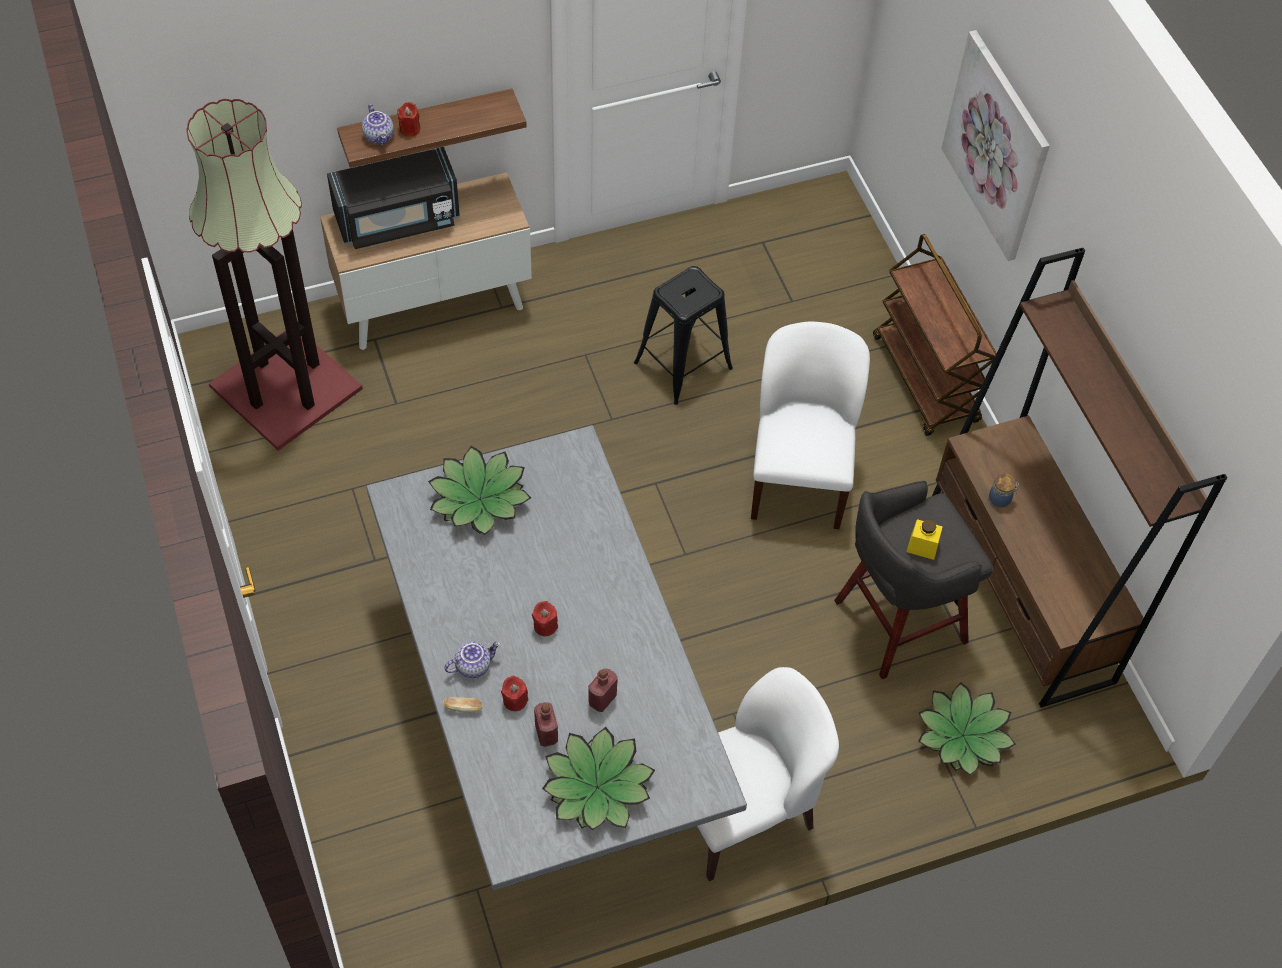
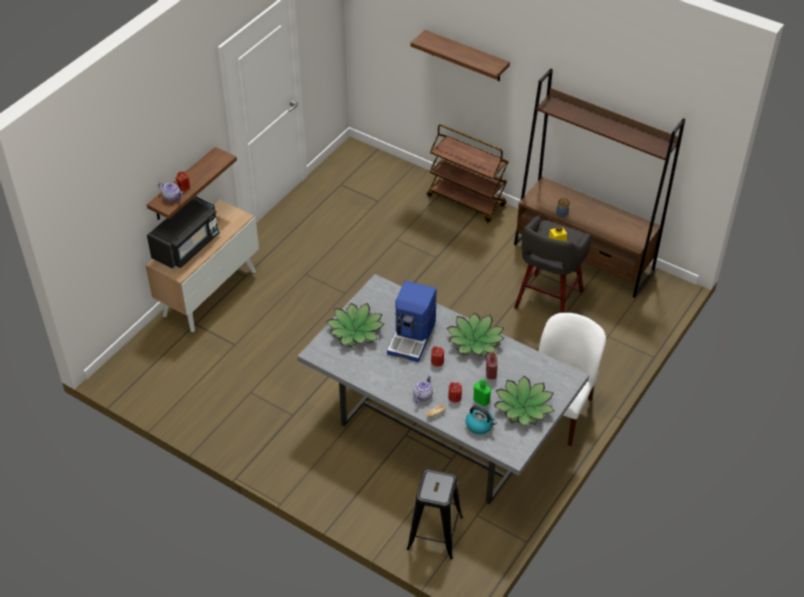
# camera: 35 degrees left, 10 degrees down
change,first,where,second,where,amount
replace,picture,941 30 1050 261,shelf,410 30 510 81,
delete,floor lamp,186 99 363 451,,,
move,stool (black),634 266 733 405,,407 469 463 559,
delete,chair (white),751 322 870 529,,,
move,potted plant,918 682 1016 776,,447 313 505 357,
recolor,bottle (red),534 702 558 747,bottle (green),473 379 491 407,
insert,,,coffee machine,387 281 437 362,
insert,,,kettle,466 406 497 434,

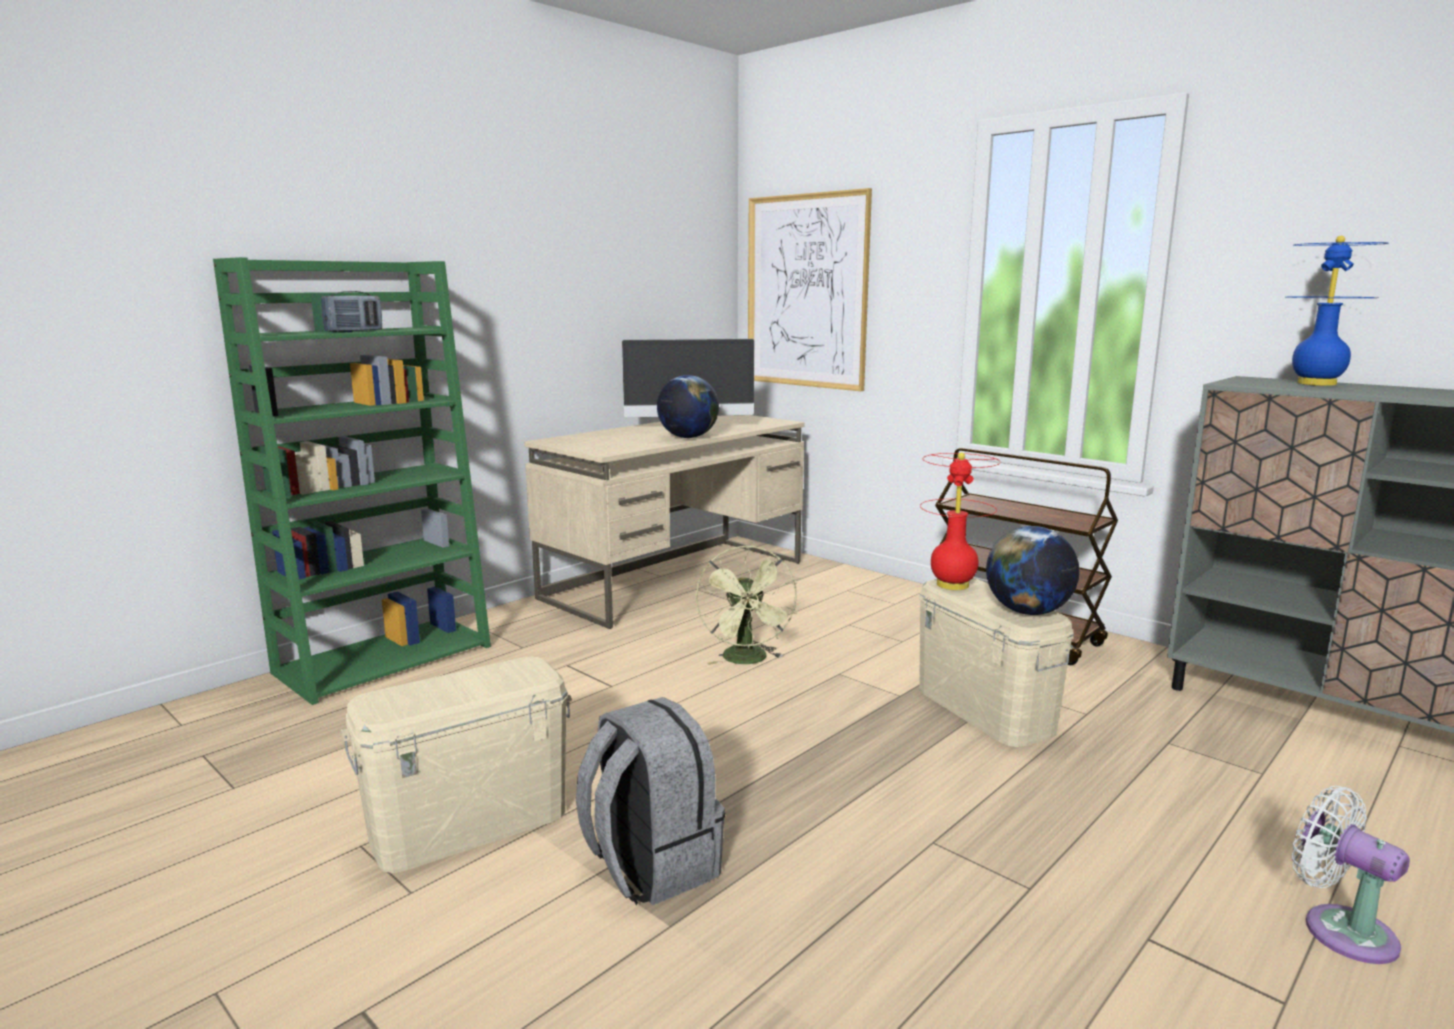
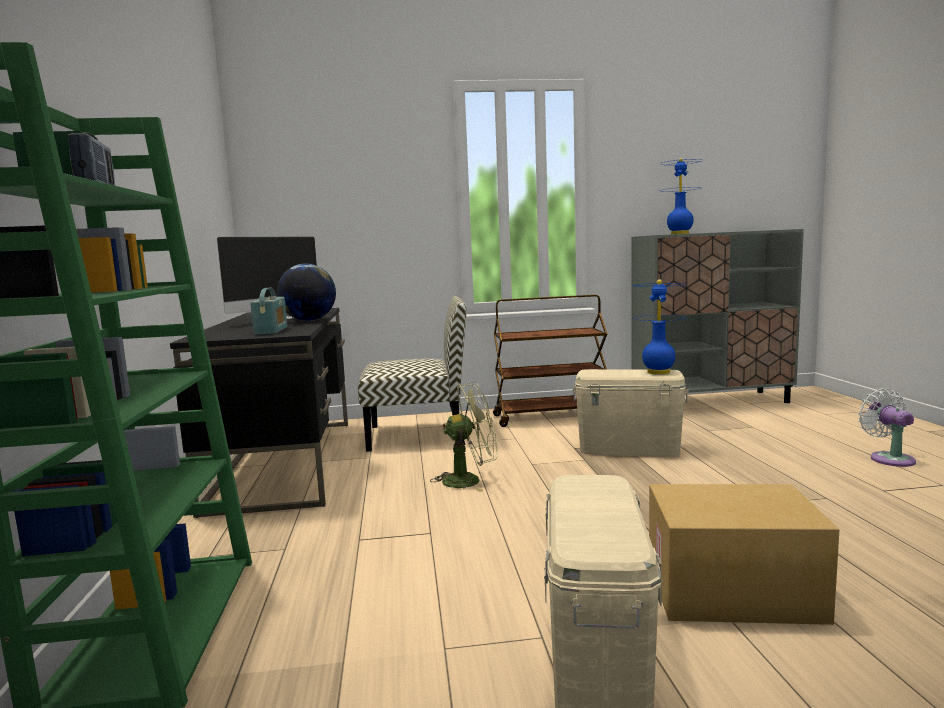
# camera: 50 degrees left, 5 degrees down
change,first,where,second,where,amount
delete,picture,748 188 872 391,,,
recolor,desk (beige),524 415 804 629,desk (black),170 308 348 518,
delete,table lamp (red),920 452 1001 590,,,
replace,globe,986 526 1080 615,table lamp (blue),633 280 686 375,
rotate,fan (green),696 546 797 665,,430 381 498 492,45 degrees counterclockwise
replace,backpack (grey),576 697 725 905,cardboard box,649 484 839 625,
rotate,fan (white),1292 786 1410 964,,858 388 916 467,75 degrees clockwise
insert,,,radio,250 288 287 335,
insert,,,chair,358 296 466 452,

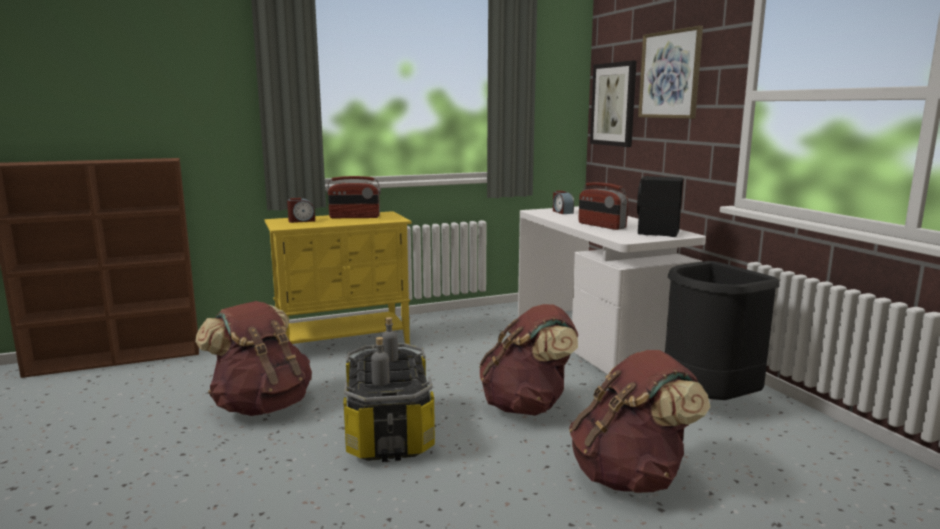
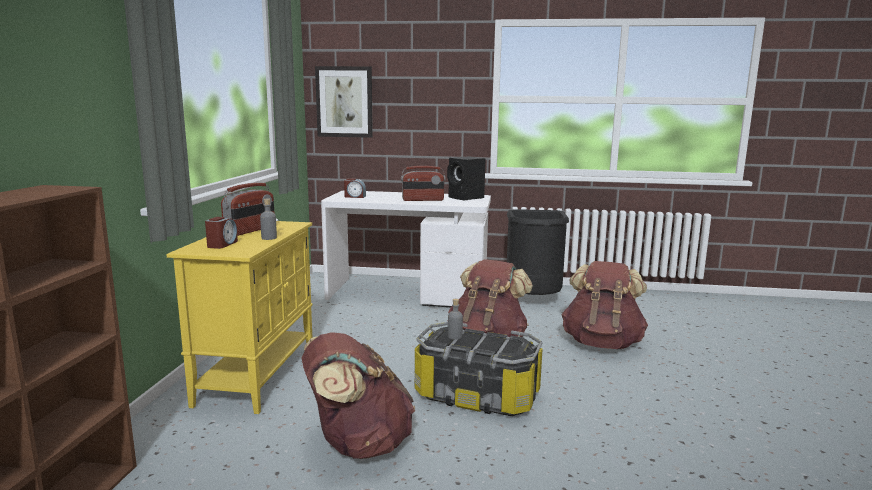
# camera: 60 degrees left, 0 degrees up
change,first,where,second,where,amount
delete,picture,638 26 703 119,,,
move,bottle (grey),371 337 390 386,,260 199 277 240,

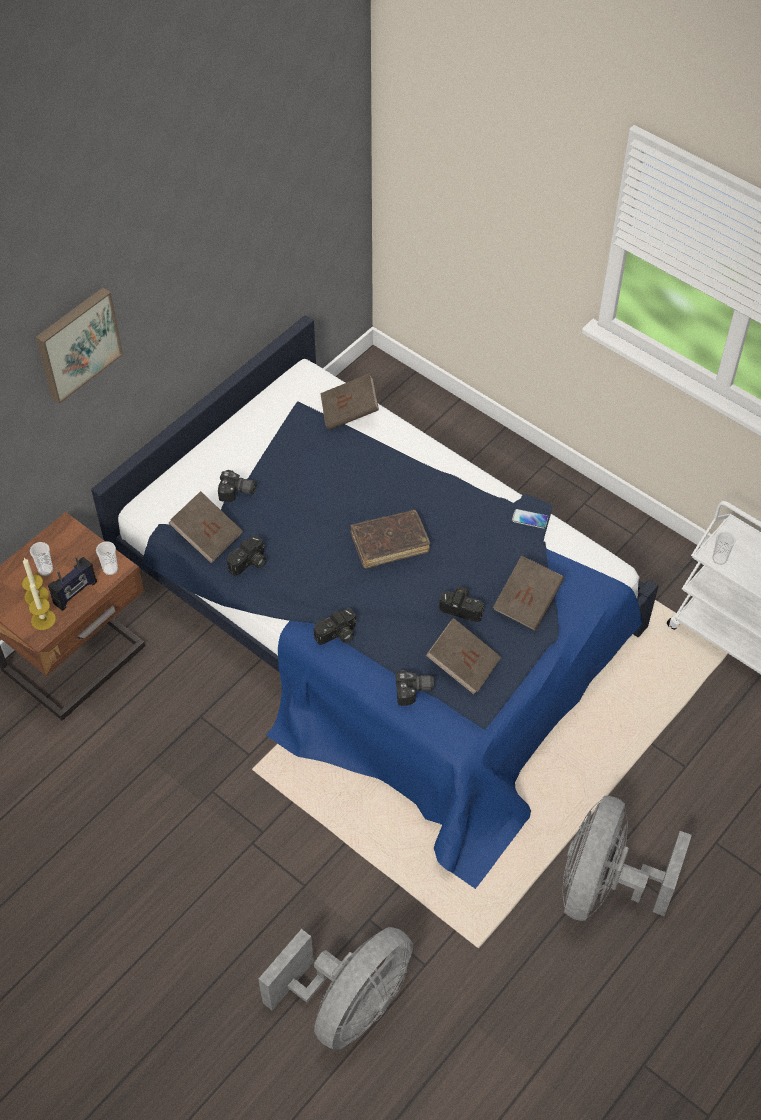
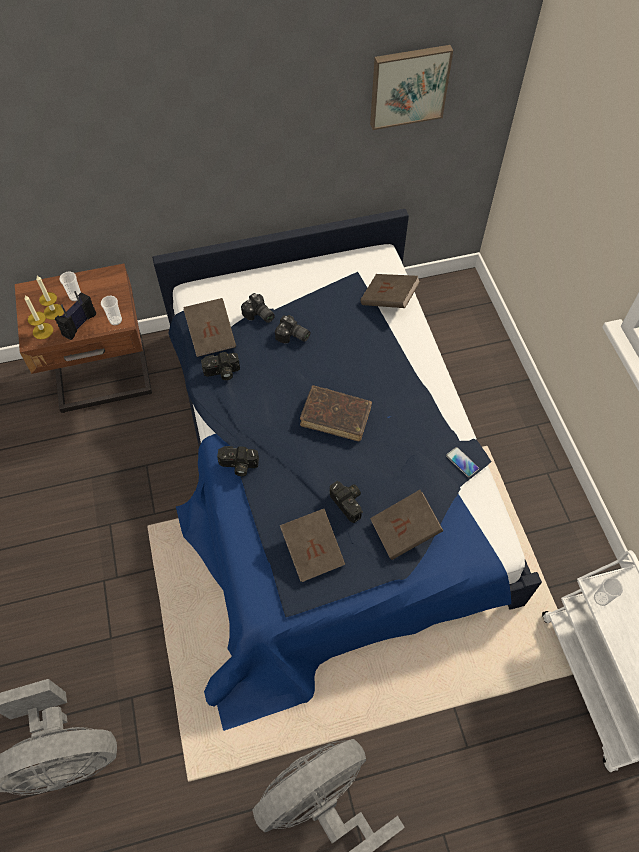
# camera: 35 degrees right, 5 degrees up
change,first,where,second,where,amount
move,picture,36 288 123 404,,370 45 453 130,
rotate,radio,48 556 97 611,,55 291 96 340,135 degrees clockwise
move,photo camera,396 670 434 706,,275 315 310 343,

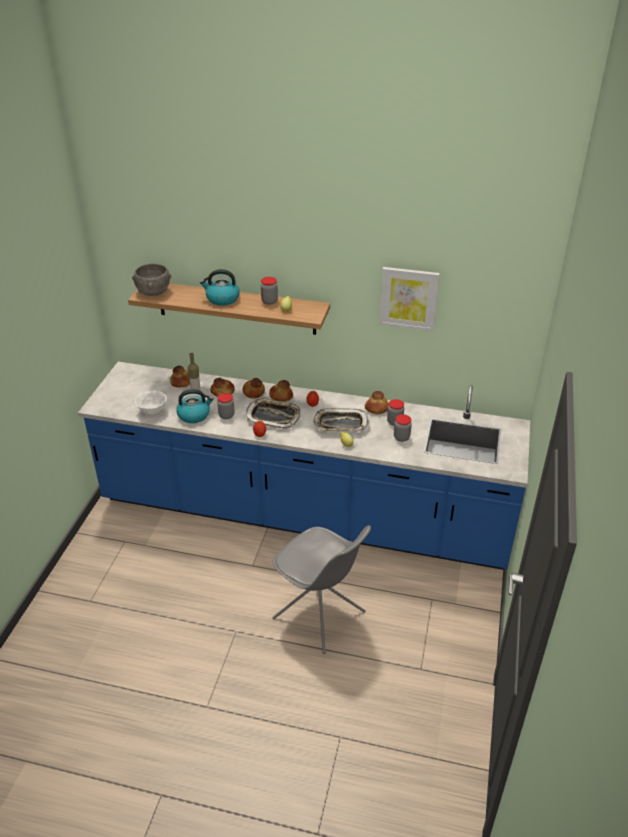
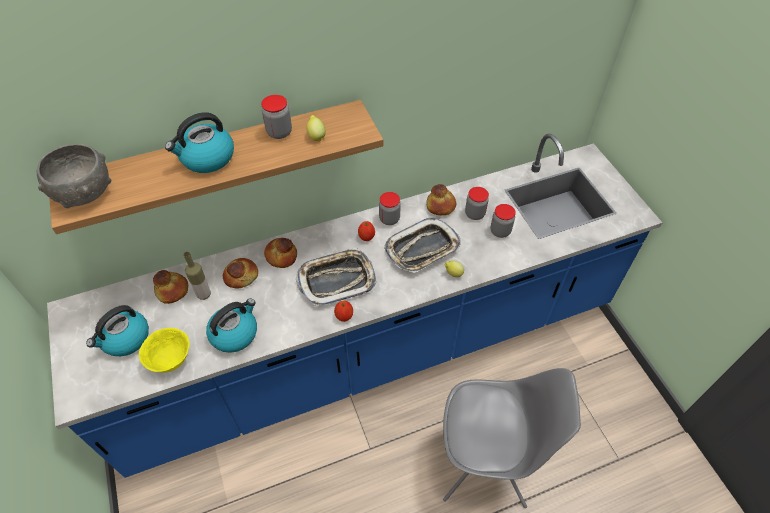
# camera: 35 degrees left, 15 degrees up
change,first,where,second,where,amount
delete,picture,379 267 440 331,,,
delete,bread,269 380 293 402,,,
recolor,bowl (white),135 391 167 415,bowl (yellow),139 328 189 373,
move,jar,217 393 235 419,,379 192 401 225,
insert,,,kettle,86 305 149 356,

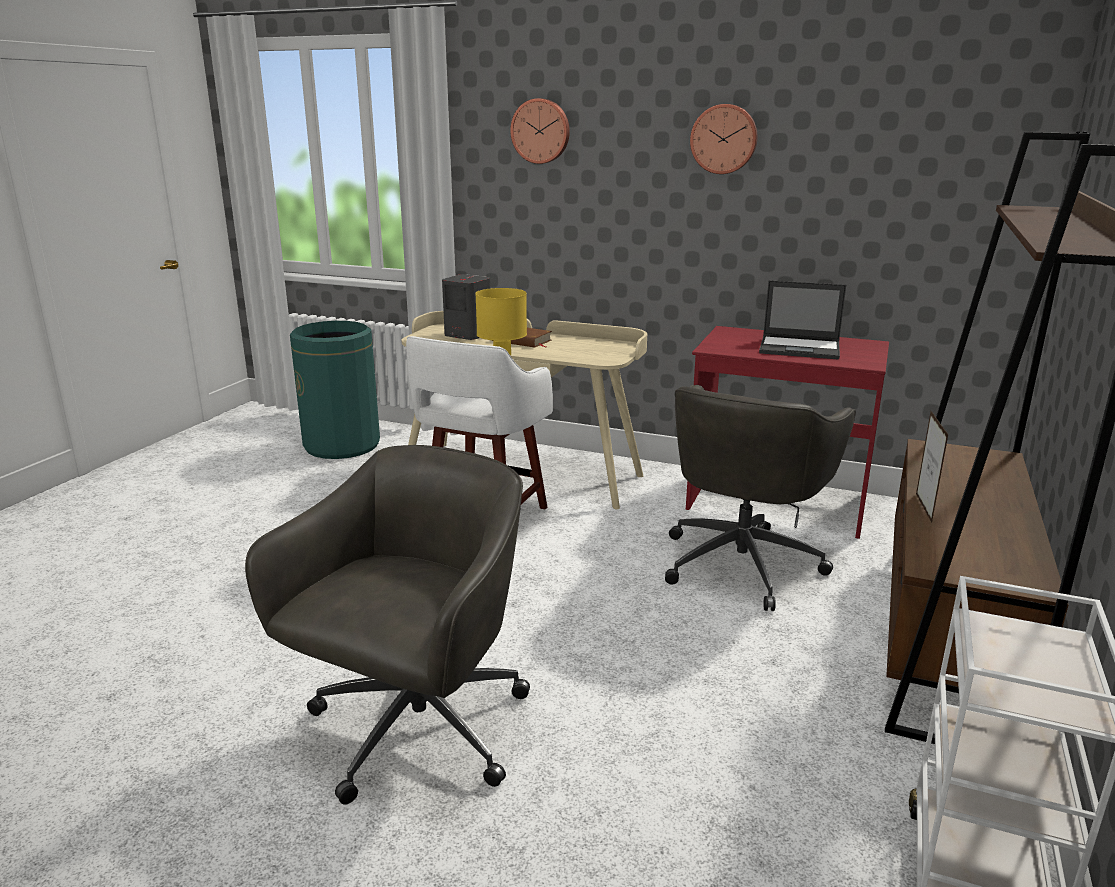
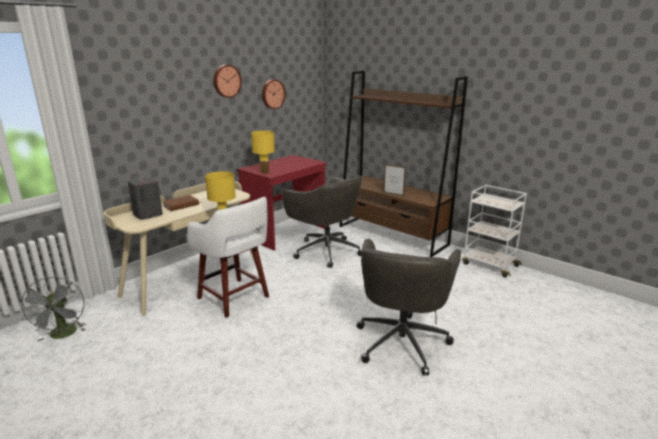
# camera: 70 degrees left, 0 degrees up
change,first,where,second,where,amount
move,wall clock,510 98 570 164,,262 79 286 109,
delete,laptop,759 280 846 360,,,
replace,trash can (green),290 321 380 459,fan (grey),19 277 85 341,
rotate,office chair (grey),245 445 530 805,,356 239 461 376,120 degrees counterclockwise
insert,,,table lamp (yellow),251 131 275 174,

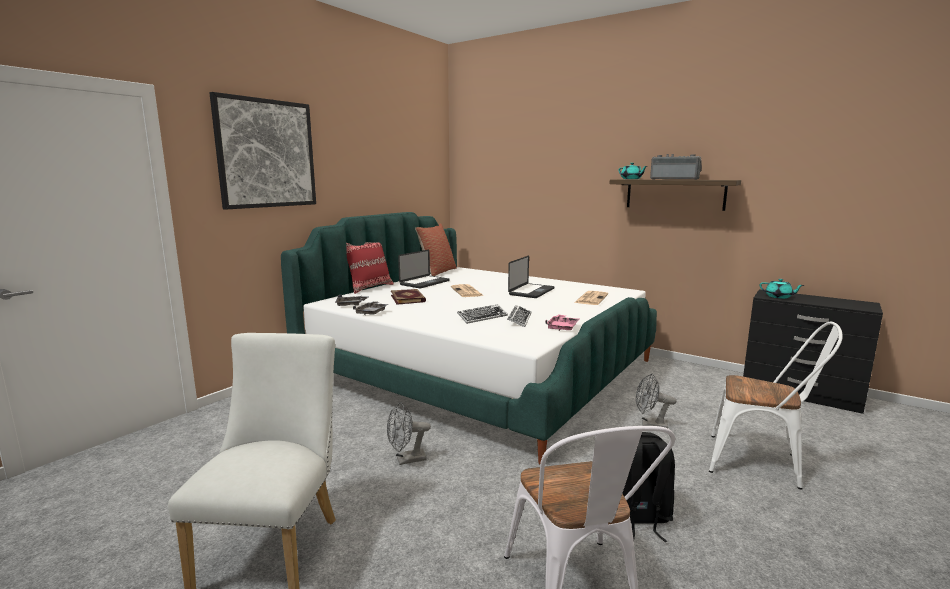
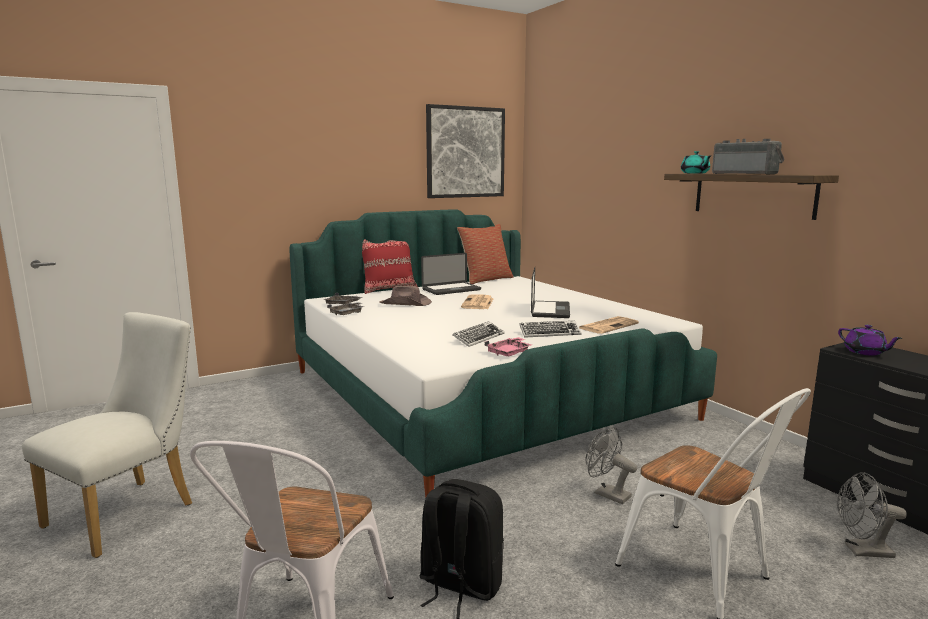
# camera: 25 degrees right, 0 degrees up
change,first,where,second,where,amount
move,picture,209 92 316 210,,426 104 505 198,
rotate,laptop,508 255 555 298,,531 267 570 318,45 degrees counterclockwise
recolor,teapot (turquoise),760 279 804 299,teapot (purple),838 325 902 356,
replace,book,391 289 426 305,hat (brown),379 286 432 306,
move,keyboard,457 304 508 324,,519 321 582 338,
move,fan (grey),387 402 431 465,,837 472 907 558,

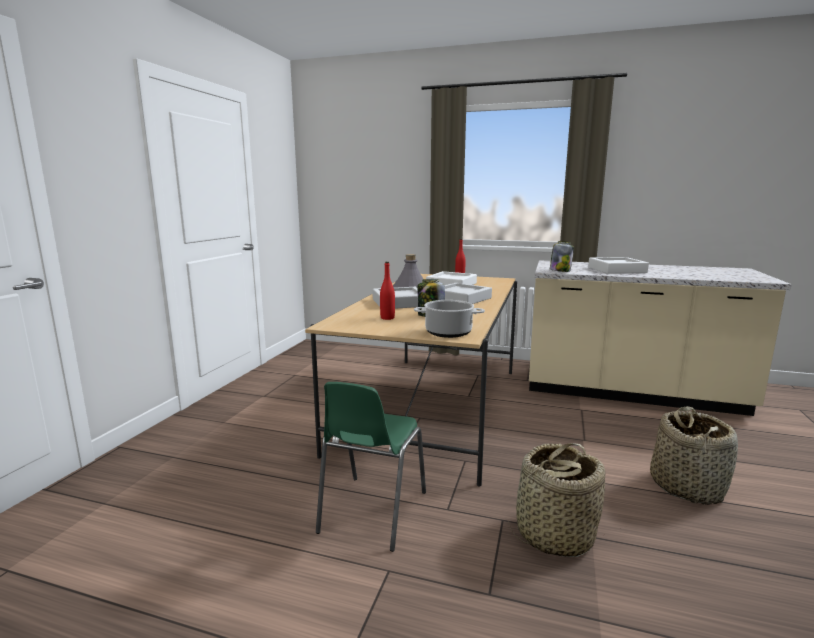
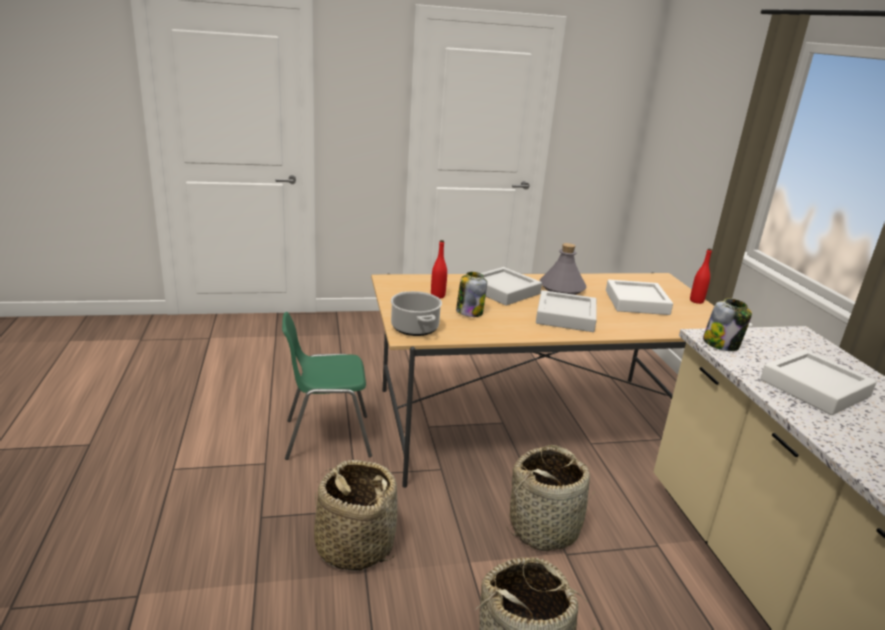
# camera: 60 degrees right, 10 degrees up
change,first,where,second,where,amount
insert,,,basket,507 445 595 551,

